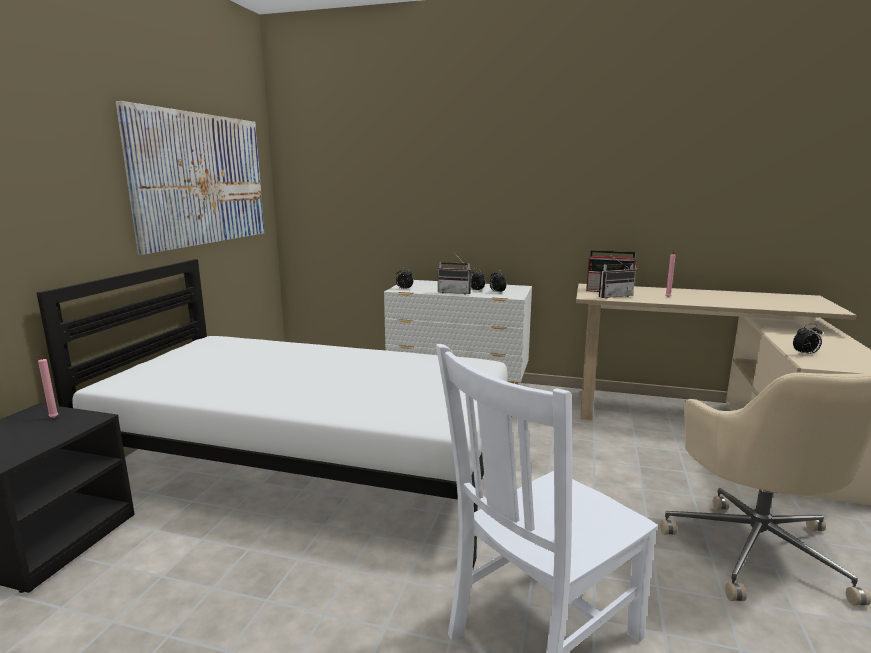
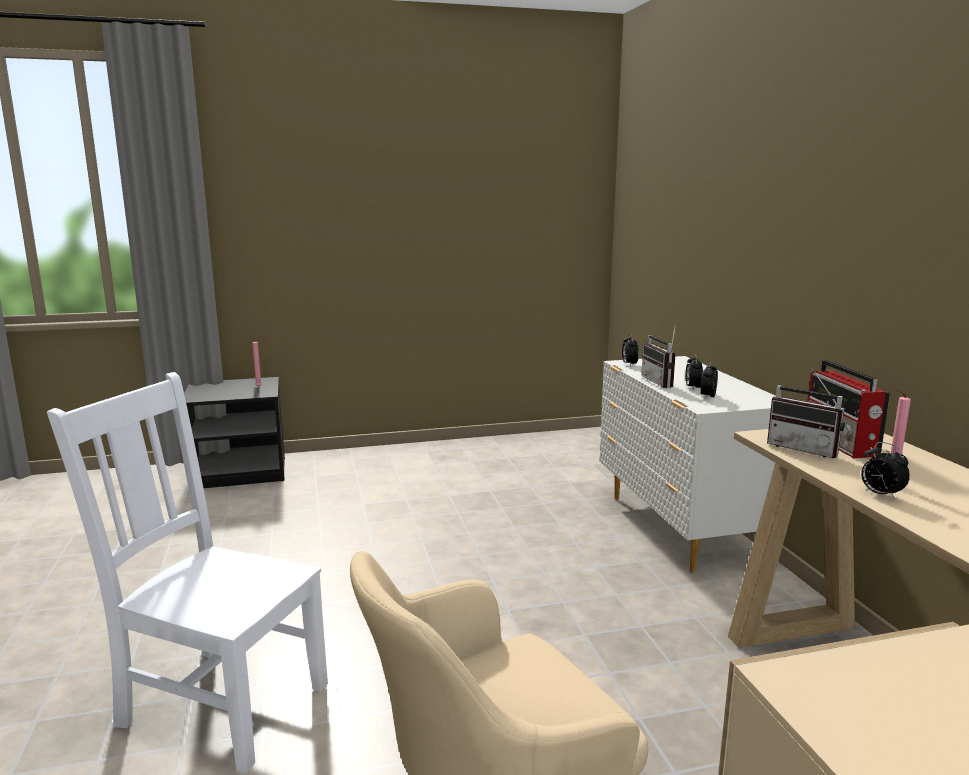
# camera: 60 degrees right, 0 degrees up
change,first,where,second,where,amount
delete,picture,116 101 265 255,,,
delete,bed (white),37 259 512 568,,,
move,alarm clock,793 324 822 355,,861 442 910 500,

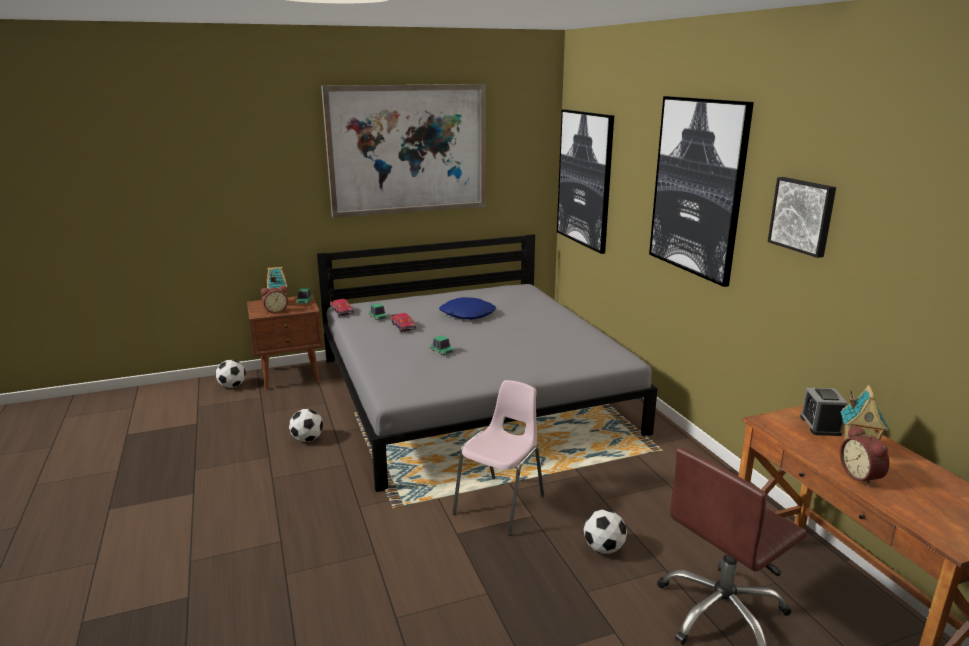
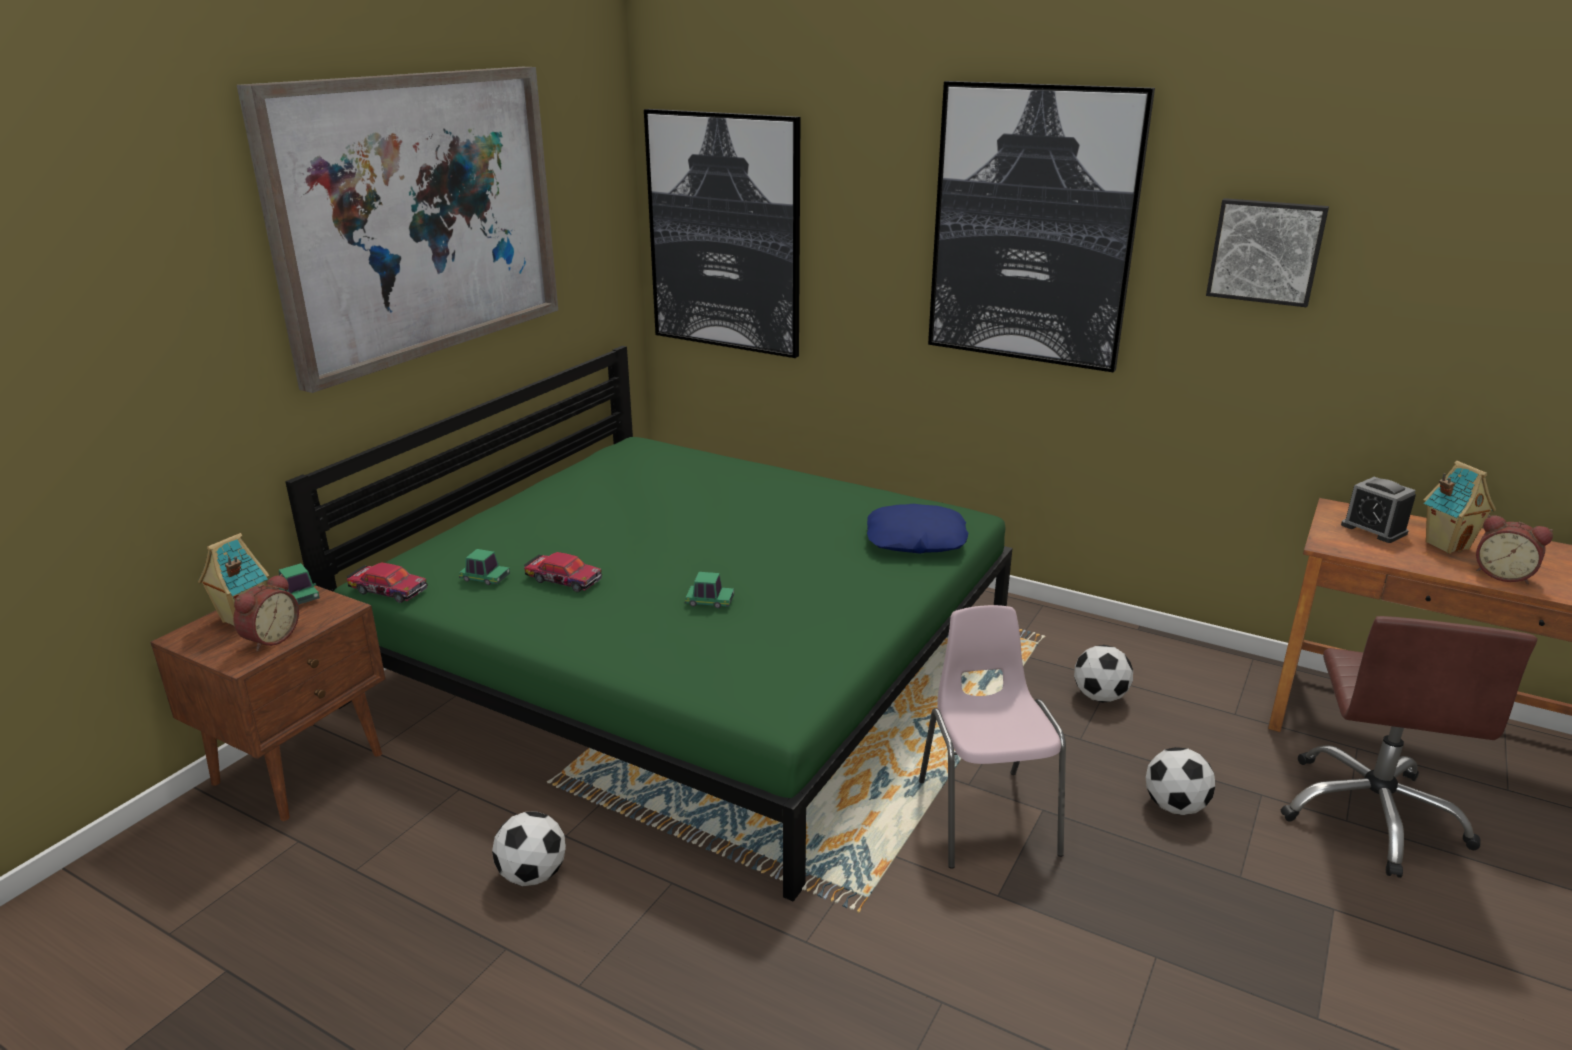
# camera: 40 degrees left, 5 degrees up
change,first,where,second,where,amount
recolor,bed (grey),317 234 658 492,bed (green),285 346 1013 902,
move,pillow (blue),439 297 496 320,,867 504 968 554,
move,football,216 360 246 388,,1074 645 1133 703,

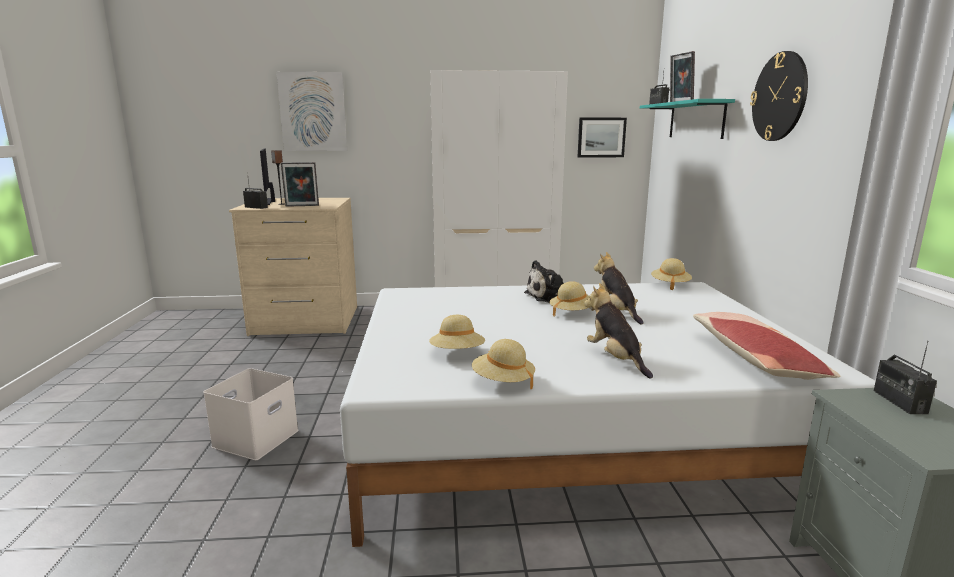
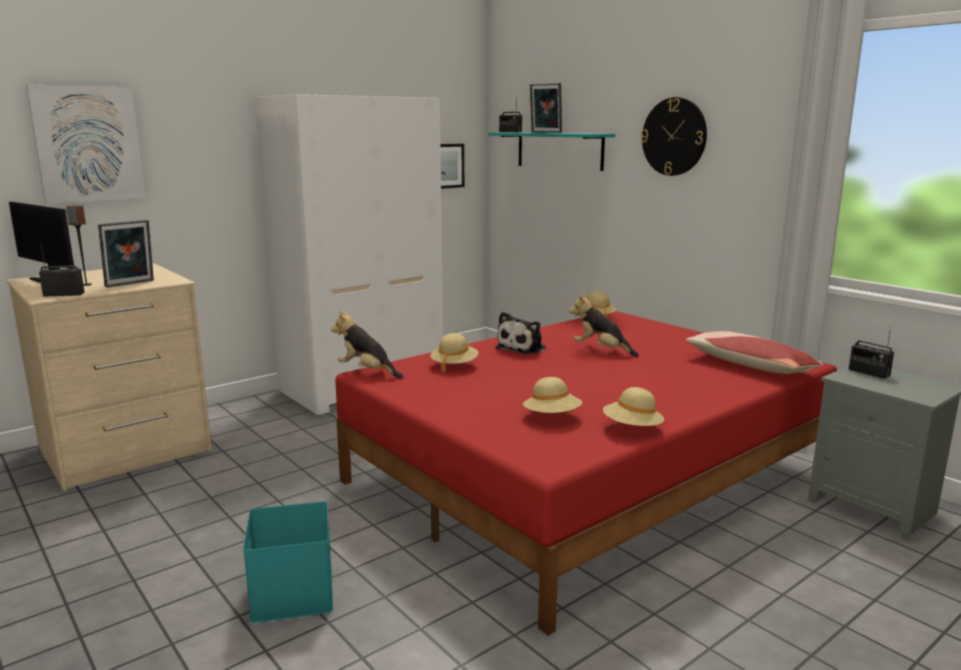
# camera: 35 degrees left, 0 degrees up
change,first,where,second,where,amount
move,hat (beige),549 281 590 317,,430 333 478 373,
recolor,bed (white),340 282 876 547,bed (red),335 311 837 636,
move,plush toy,584 283 653 379,,331 310 403 379,
recolor,storage box (white),203 368 299 460,storage box (turquoise),243 501 333 623,

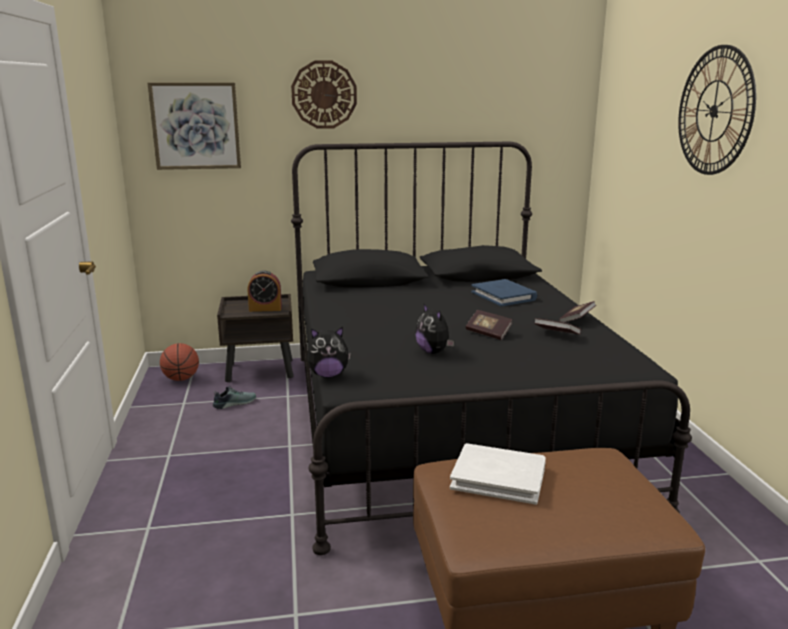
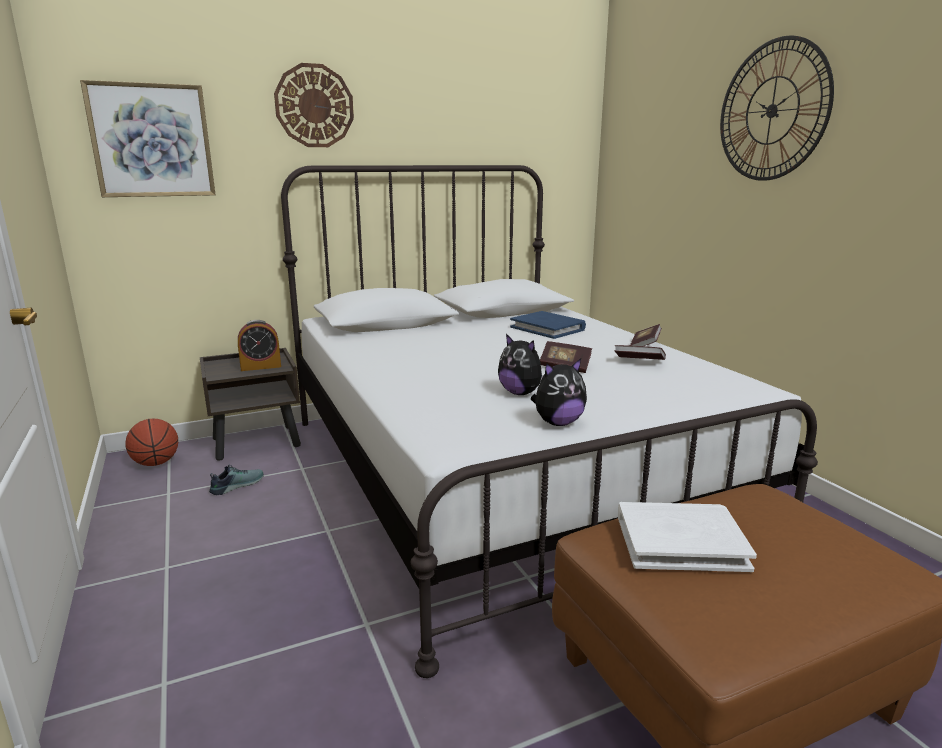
# camera: 15 degrees left, 0 degrees up
change,first,where,second,where,amount
recolor,bed (black),291 142 692 555,bed (white),281 165 818 678,
move,plush toy,307 327 351 378,,531 359 587 426,

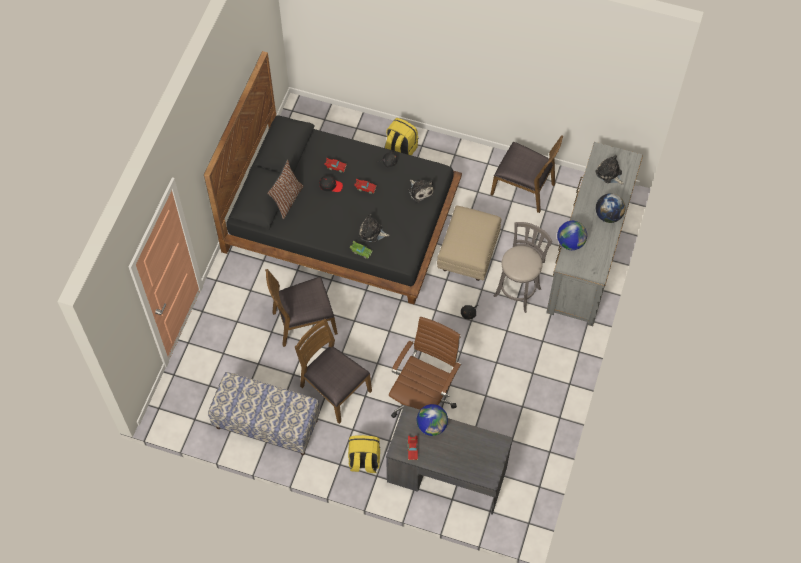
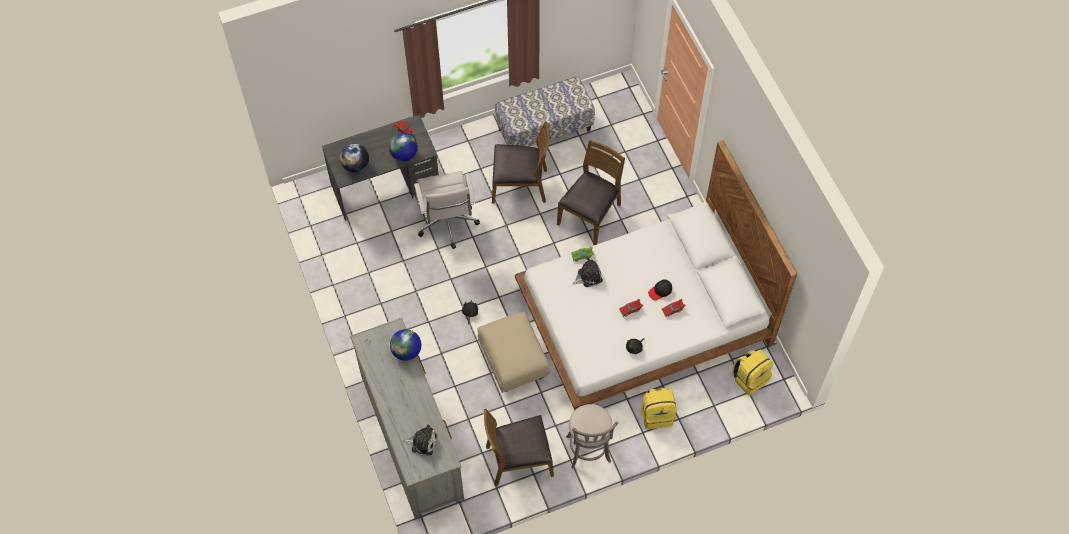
# camera: 140 degrees right, 0 degrees up
change,first,where,second,where,amount
recolor,bed (black),204 51 462 304,bed (white),515 140 797 411,
delete,pillow (brown),267 160 304 219,,,
delete,plush toy,408 180 434 203,,,
move,globe,596 193 625 223,,340 144 369 173,
move,stool (grey),494 222 552 313,,566 404 618 468,
recolor,office chair (brown),389 316 461 418,office chair (white),414 171 480 249,
move,backpack (yellow),348 435 380 473,,732 350 773 396,

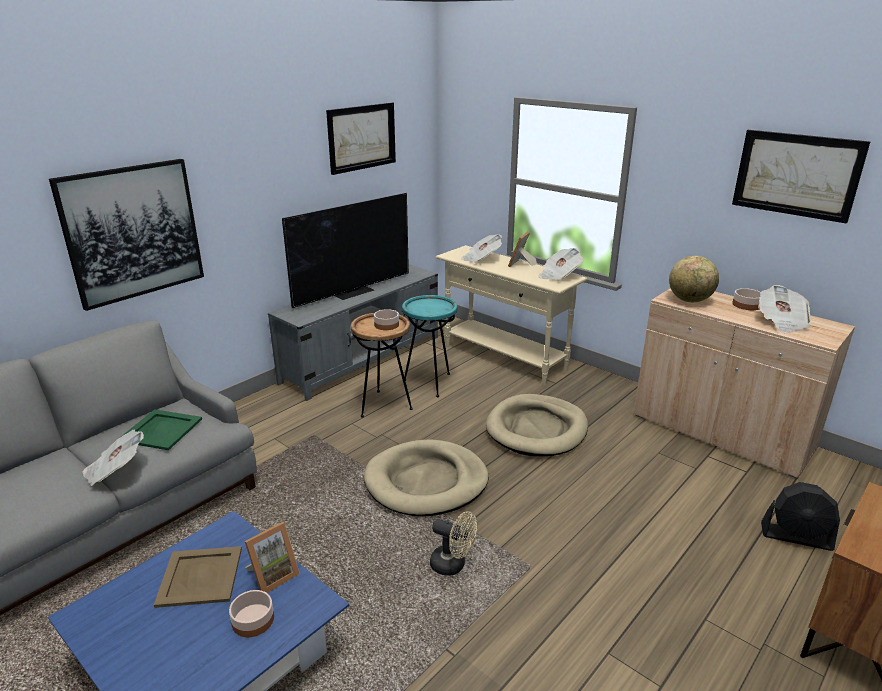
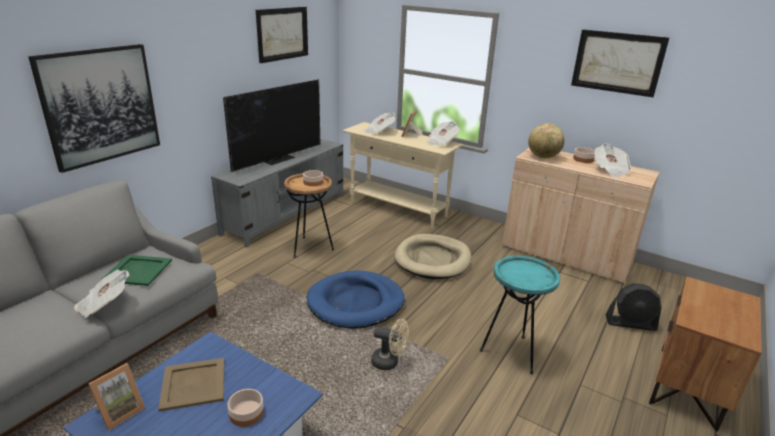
# camera: 10 degrees left, 0 degrees up
change,first,where,second,where,amount
move,side table (turquoise),402 295 458 397,,480 256 560 374,
recolor,dog bed (beige),364 439 489 516,dog bed (blue),307 270 405 329,
move,picture frame,245 522 300 593,,88 363 145 430,

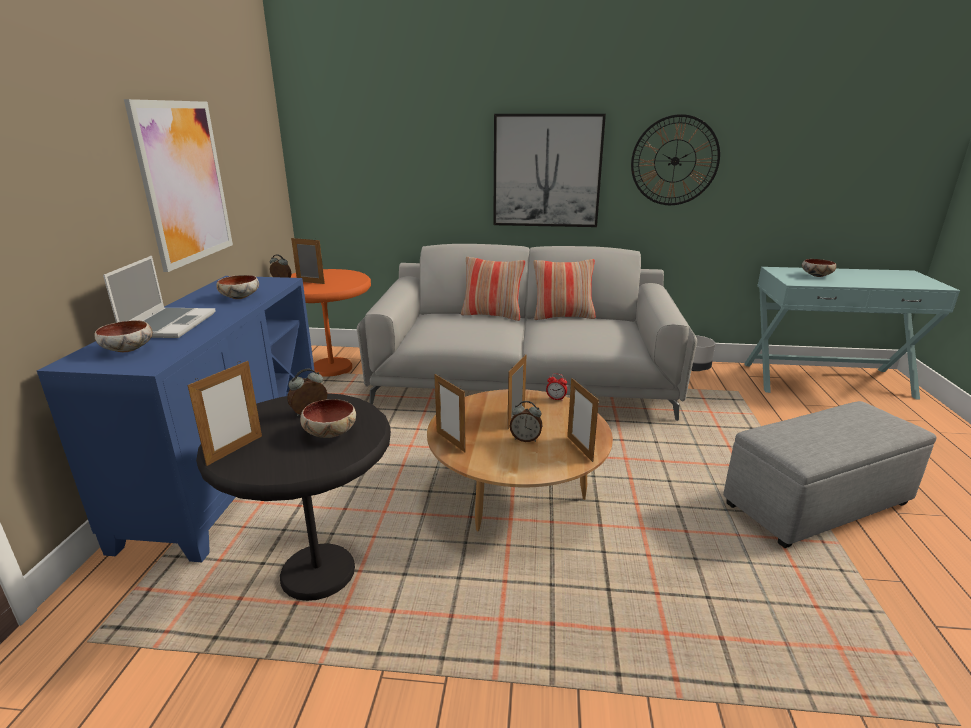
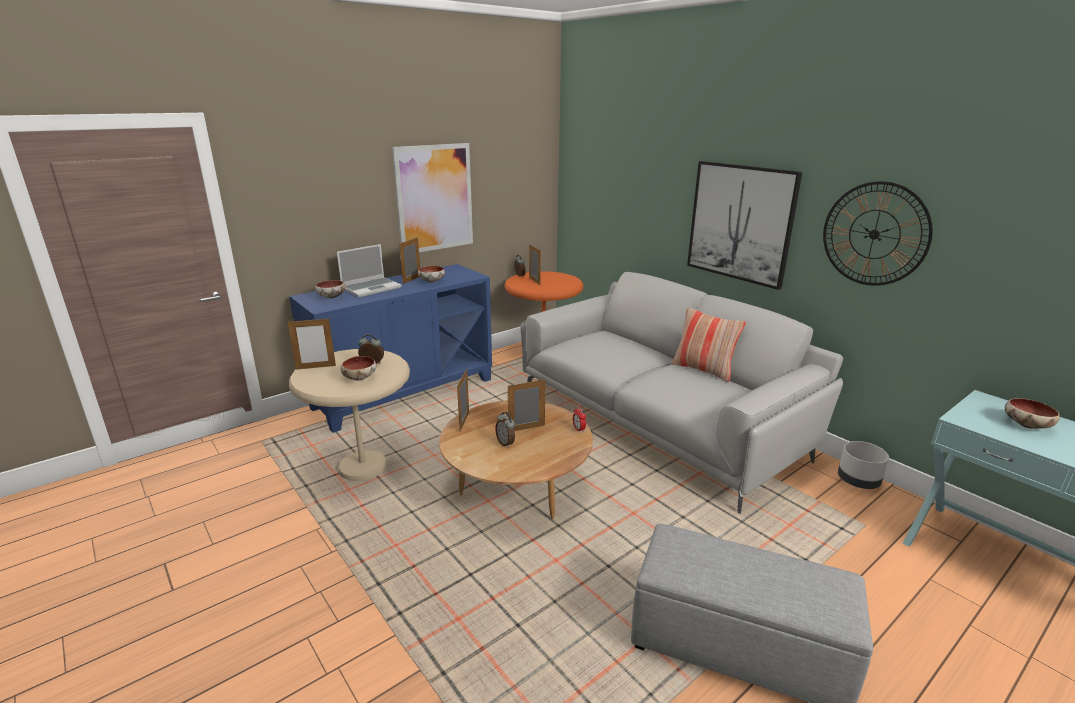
# camera: 45 degrees right, 0 degrees up
change,first,where,second,where,amount
delete,pillow,461 257 525 321,,,
move,picture frame,567 378 599 462,,399 237 420 284,
recolor,side table (black),196 393 391 601,side table (beige),289 349 410 481,

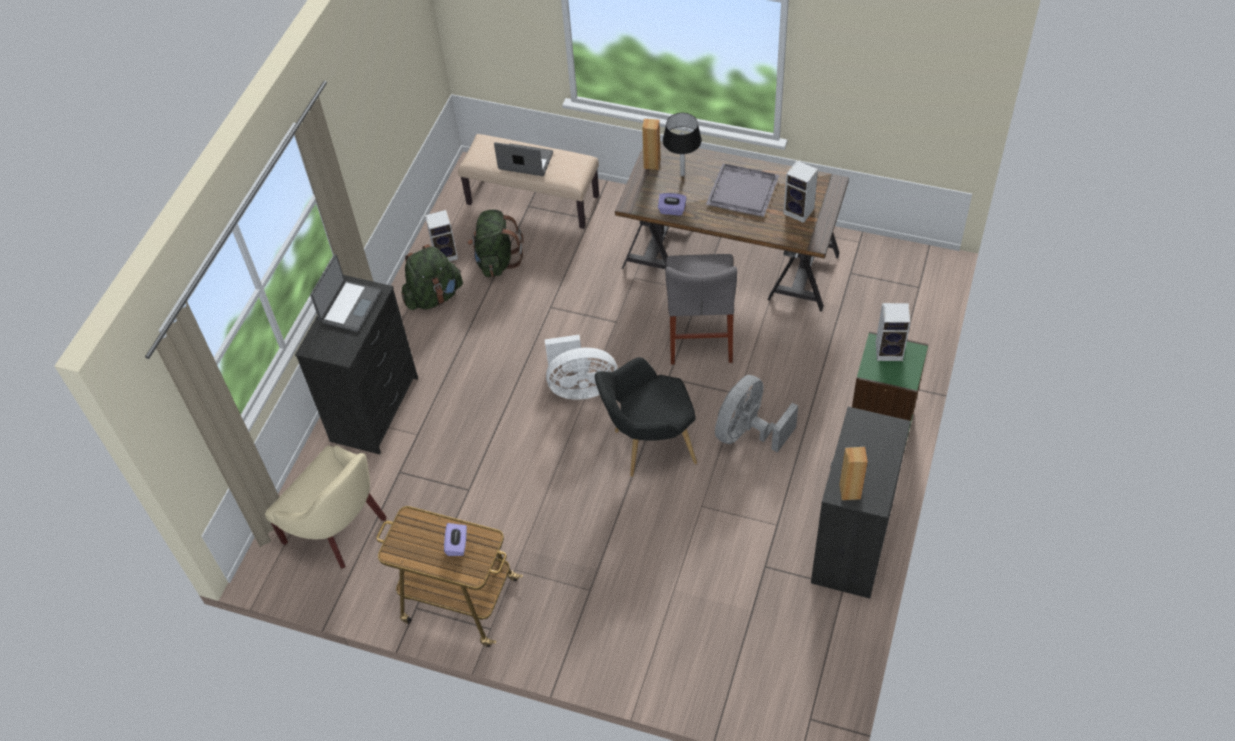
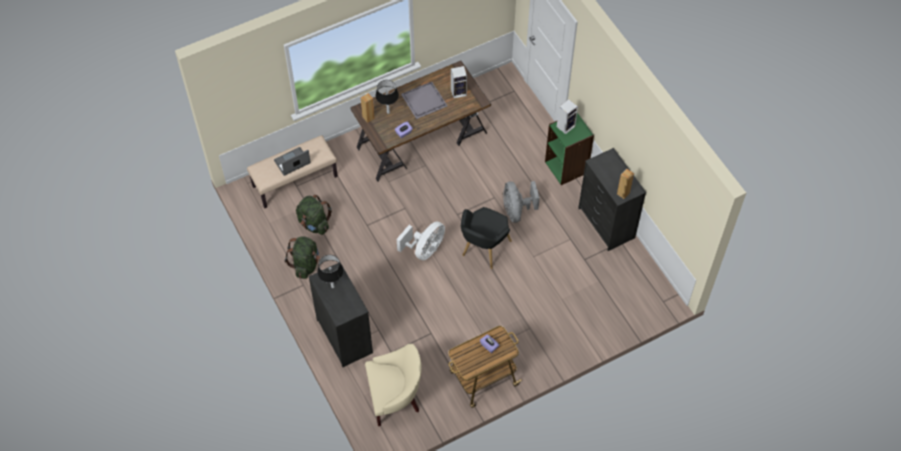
# camera: 50 degrees left, 5 degrees up
change,first,where,second,where,amount
delete,speaker,425 210 458 261,,,
replace,laptop,310 254 381 332,table lamp (black),317 255 343 288,
delete,chair (grey),665 254 737 365,,,

